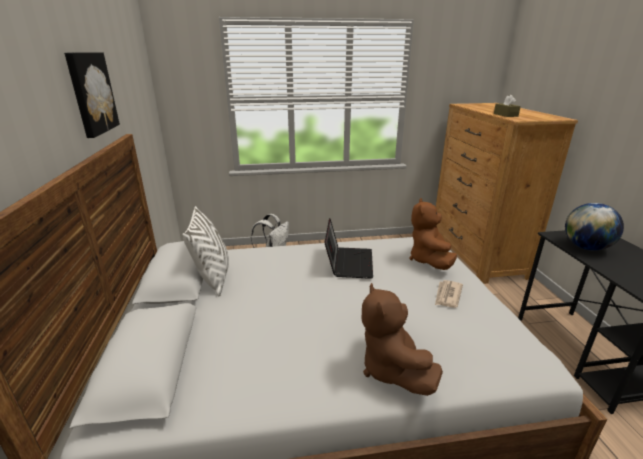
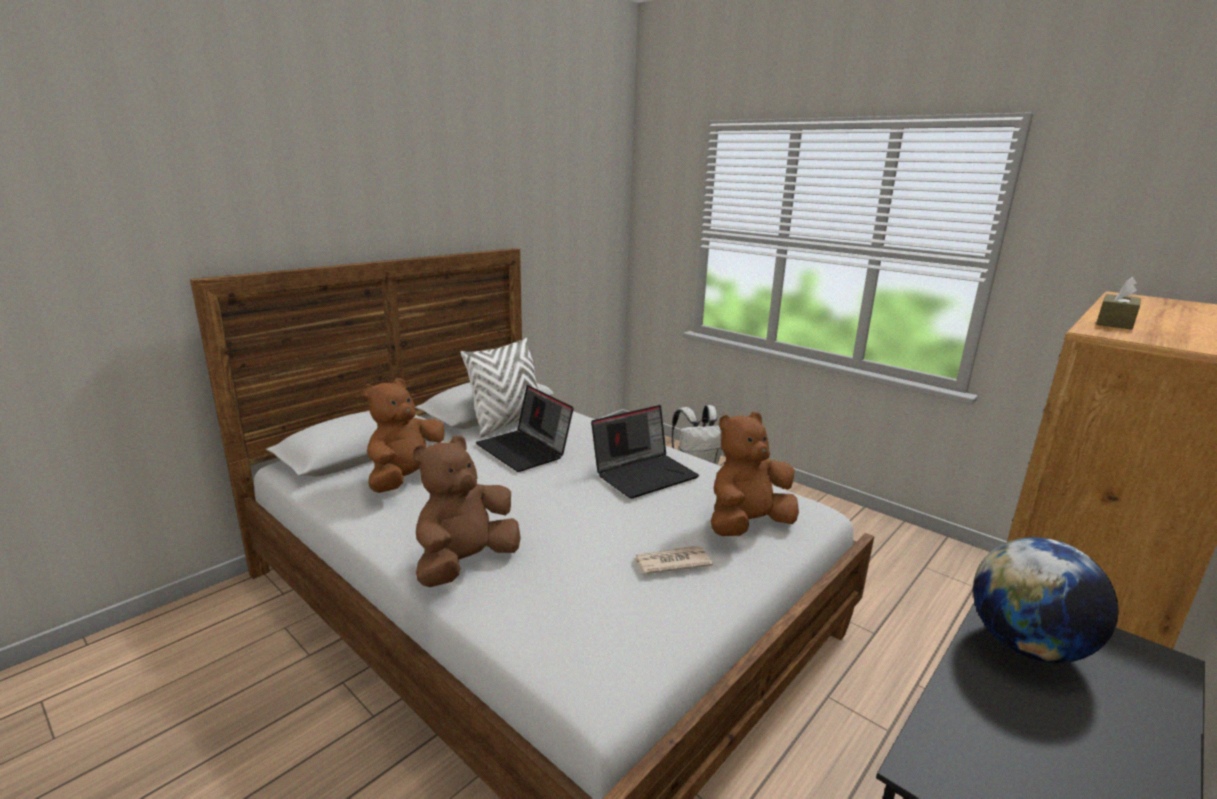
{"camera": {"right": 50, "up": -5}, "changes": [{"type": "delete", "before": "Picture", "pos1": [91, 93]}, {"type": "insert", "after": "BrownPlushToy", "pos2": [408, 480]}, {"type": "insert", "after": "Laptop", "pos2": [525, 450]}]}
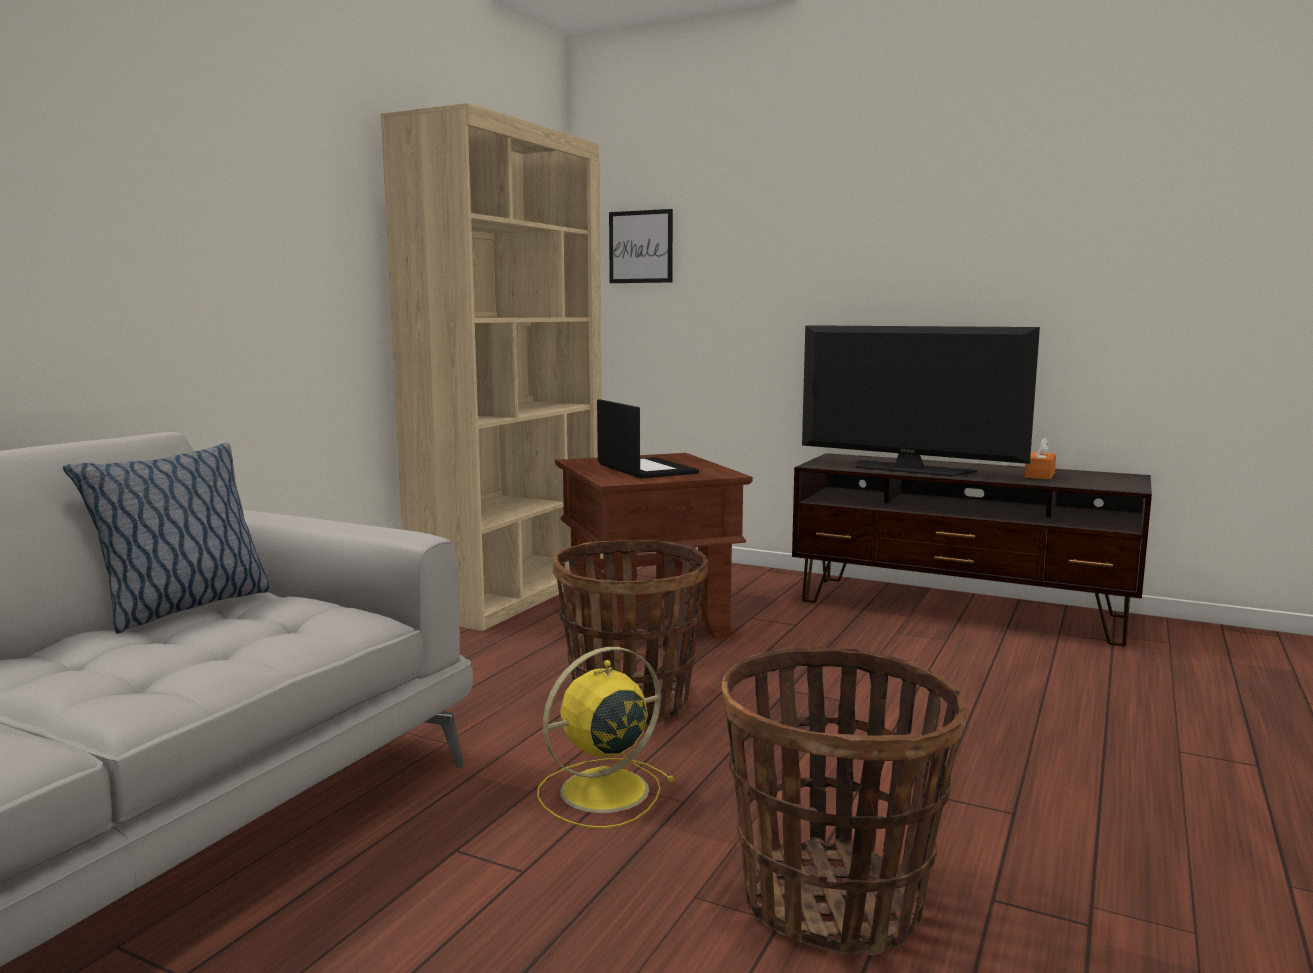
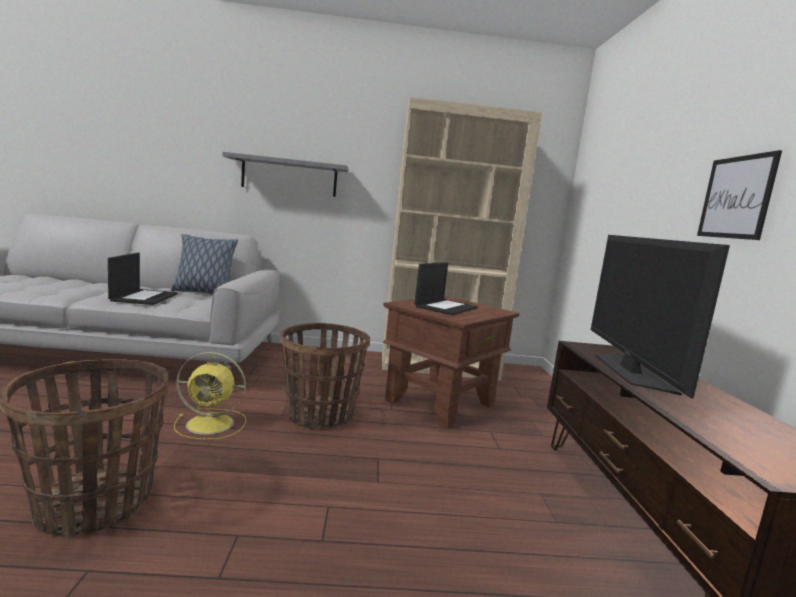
{"camera": {"right": 60, "up": 0}, "changes": [{"type": "delete", "before": "OrangeTissueBox", "pos1": [1039, 475]}, {"type": "insert", "after": "Laptop", "pos2": [144, 297]}, {"type": "insert", "after": "GreyShelf", "pos2": [289, 176]}, {"type": "move", "before": "Picture", "pos1": [641, 247], "pos2": [736, 197]}, {"type": "rotate", "before": "YellowFan", "pos1": [601, 792], "pos2": [212, 424], "turn": 150}]}
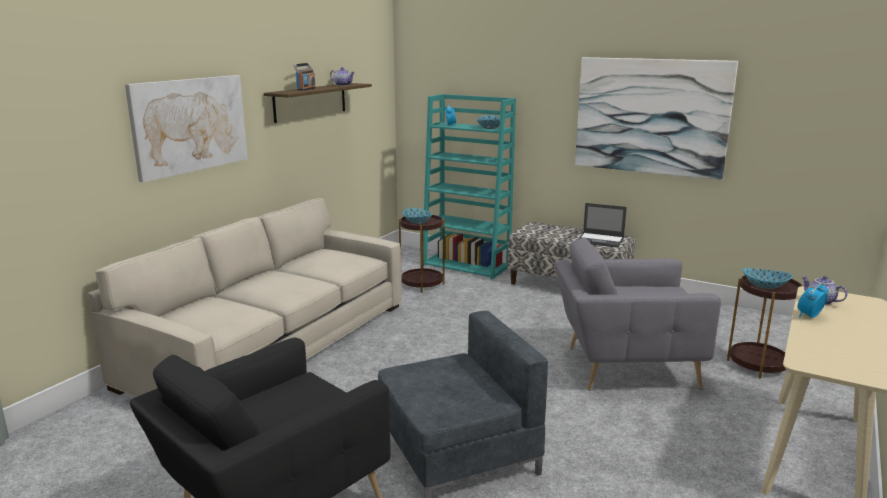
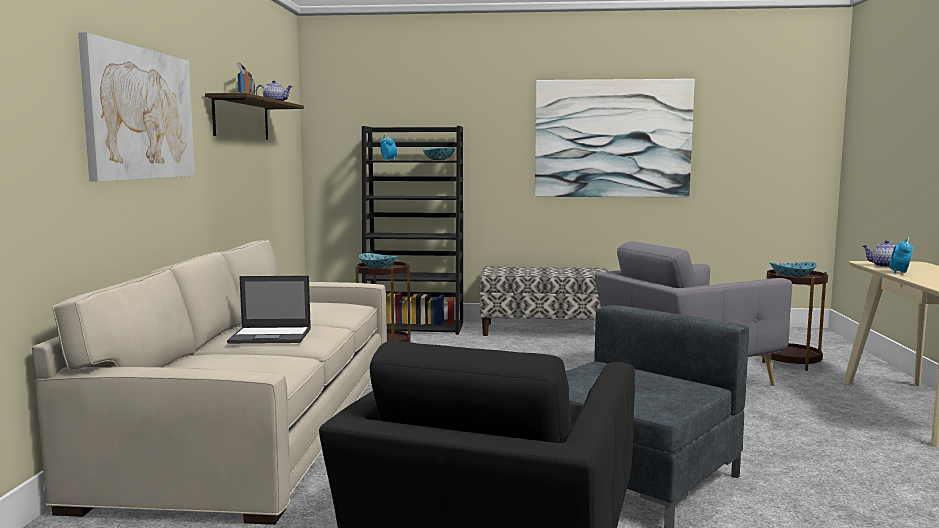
{"camera": {"right": -25, "up": -10}, "changes": [{"type": "move", "before": "Laptop", "pos1": [601, 240], "pos2": [272, 336]}, {"type": "recolor", "before": "TurquoiseBookcase", "after": "BlackBookcase", "pos1": [467, 266], "pos2": [415, 327]}]}
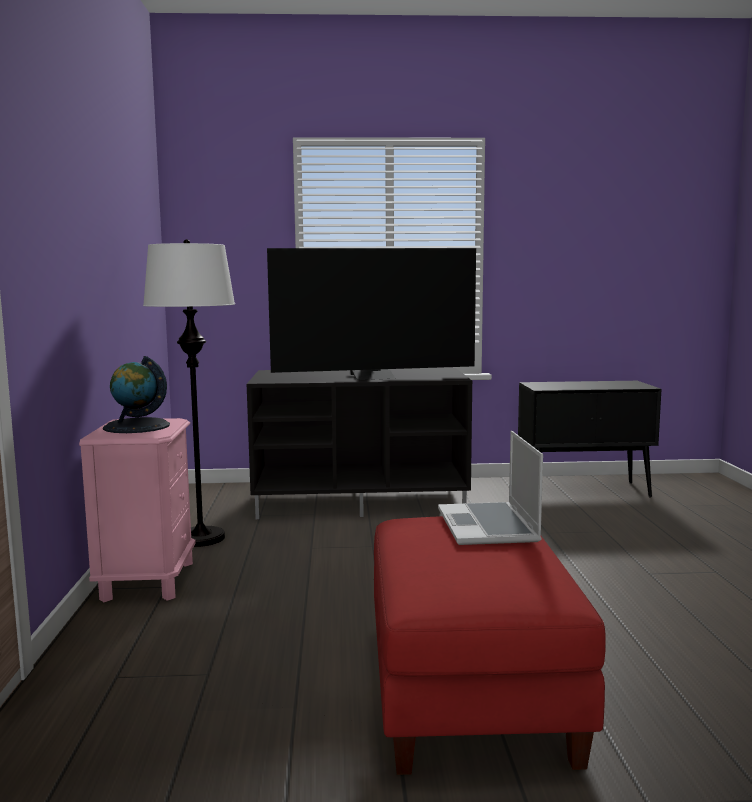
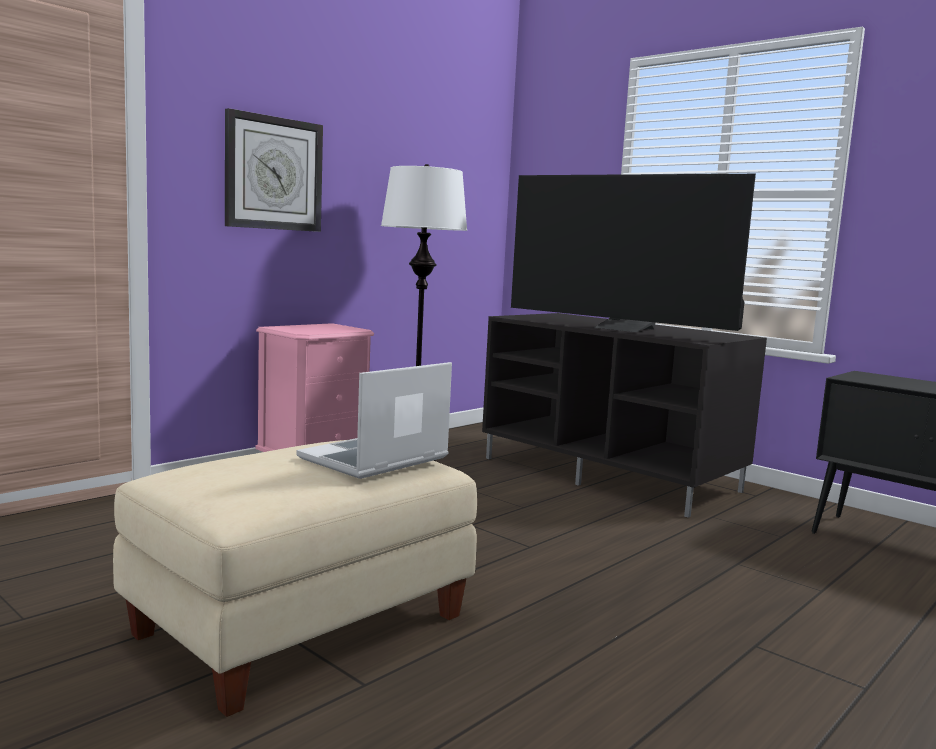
{"camera": {"right": 45, "up": 0}, "changes": [{"type": "delete", "before": "Globe", "pos1": [136, 426]}, {"type": "insert", "after": "WallClock", "pos2": [273, 173]}, {"type": "recolor", "before": "RedOttoman", "after": "BeigeOttoman", "pos1": [471, 693], "pos2": [302, 626]}]}
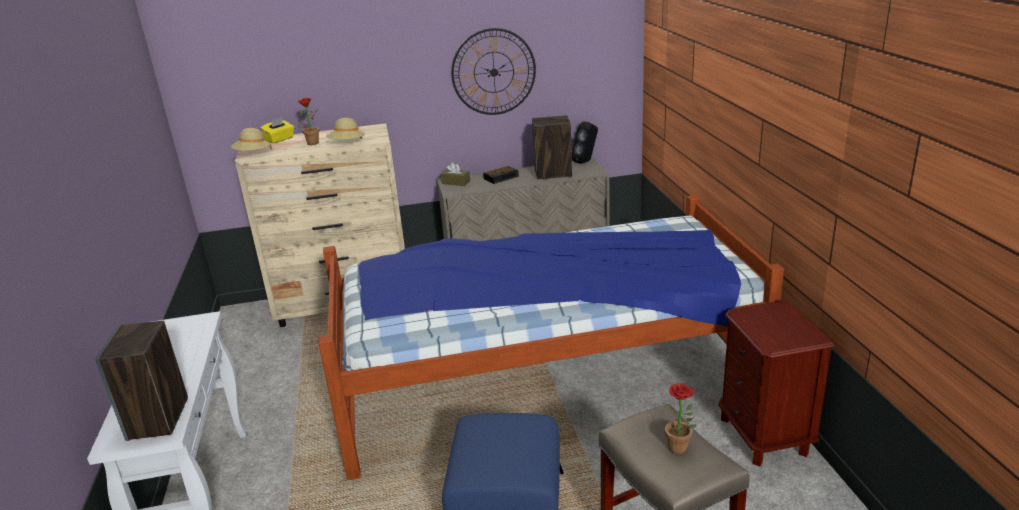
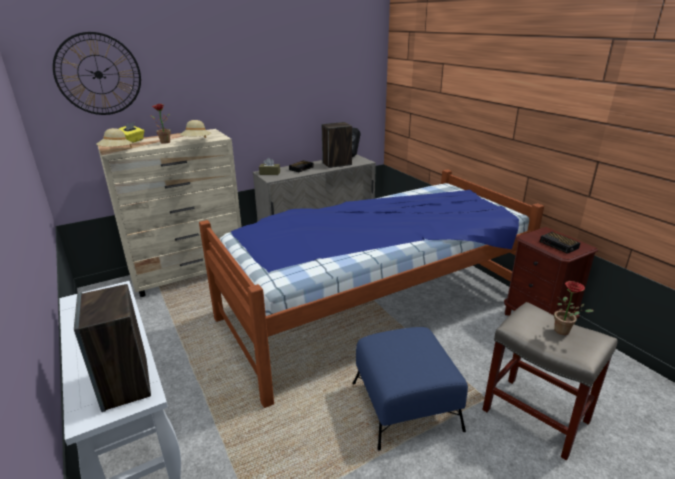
{"camera": {"right": -20, "up": 0}, "changes": [{"type": "insert", "after": "AlarmClock", "pos2": [559, 245]}, {"type": "move", "before": "WallClock", "pos1": [493, 72], "pos2": [98, 74]}]}
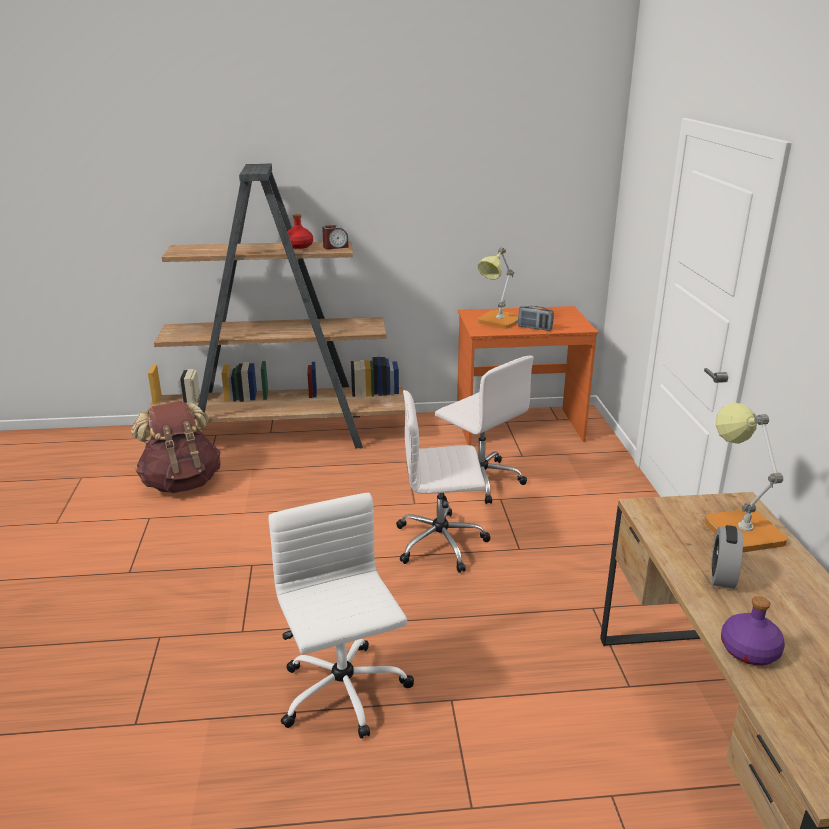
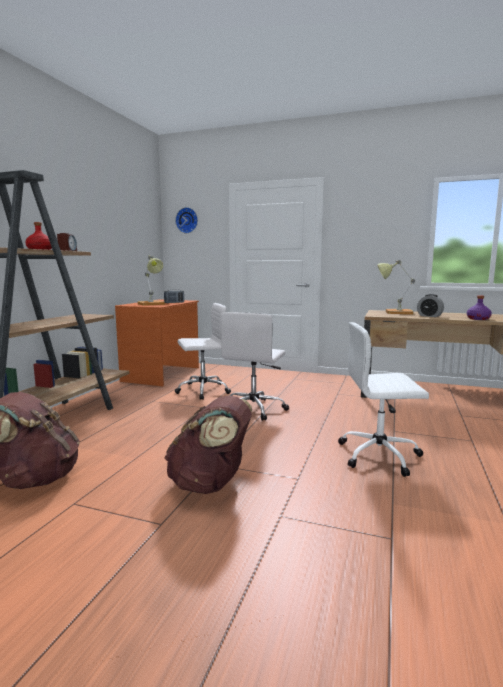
{"camera": {"right": -65, "up": -15}, "changes": [{"type": "insert", "after": "BrownBackpack", "pos2": [211, 484]}, {"type": "insert", "after": "WallClock", "pos2": [187, 220]}]}
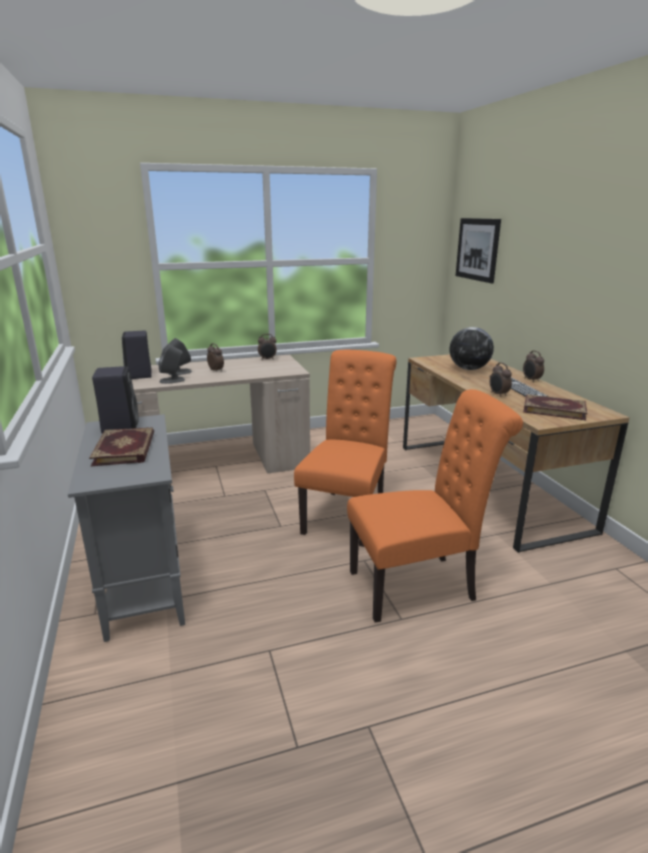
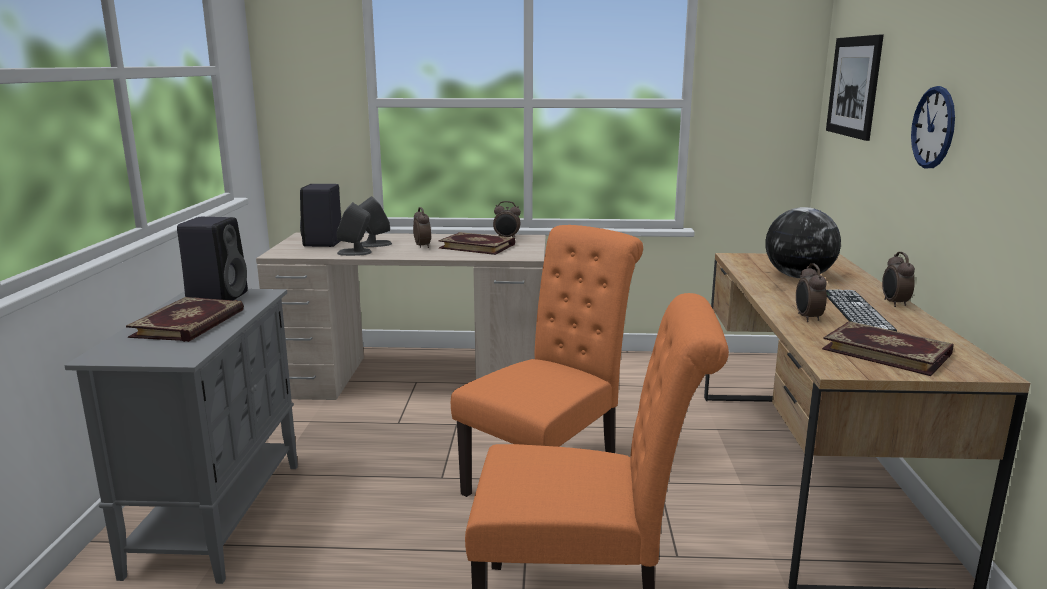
{"camera": {"right": 20, "up": -5}, "changes": [{"type": "insert", "after": "Book", "pos2": [477, 246]}, {"type": "insert", "after": "WallClock", "pos2": [933, 127]}]}
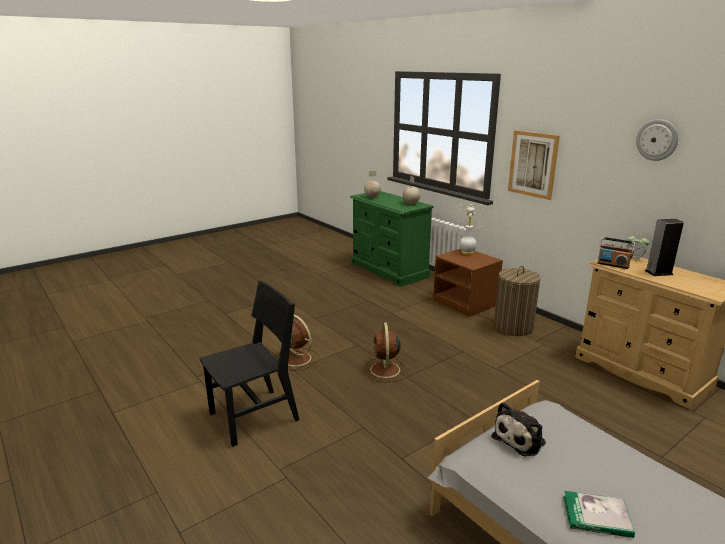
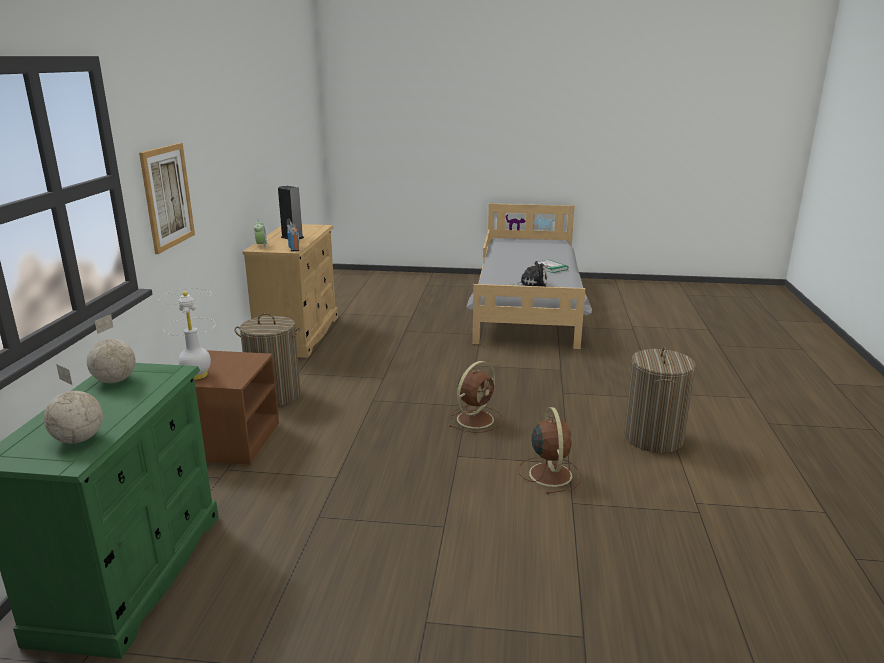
{"camera": {"right": -135, "up": 0}, "changes": [{"type": "delete", "before": "WallClock", "pos1": [657, 140]}, {"type": "replace", "before": "BlackChair", "after": "LaundryBasket", "pos1": [254, 417], "pos2": [653, 438]}]}
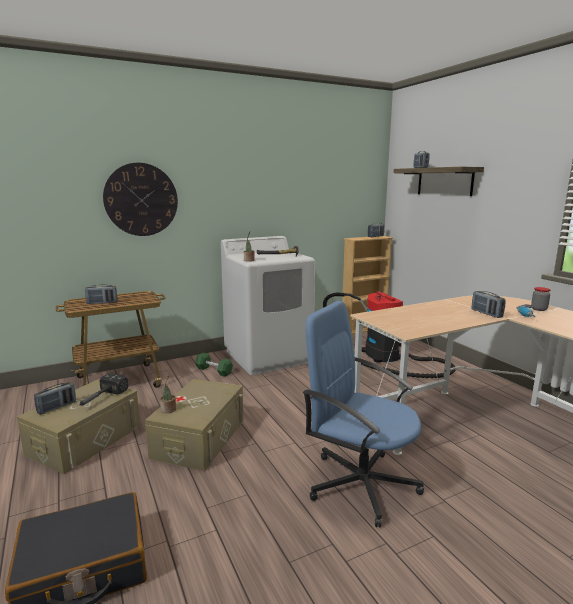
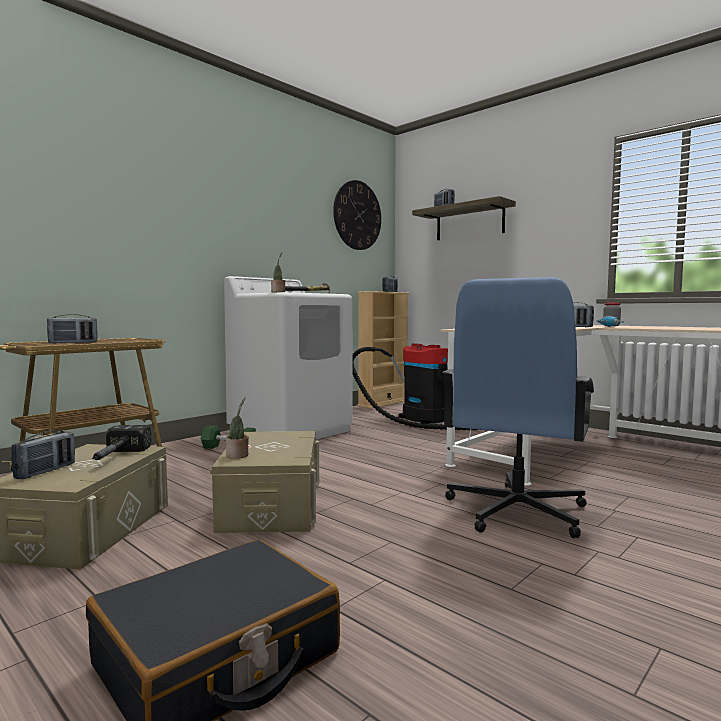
{"camera": {"right": -20, "up": -10}, "changes": [{"type": "move", "before": "WallClock", "pos1": [141, 199], "pos2": [357, 215]}, {"type": "rotate", "before": "BlueOfficeChair", "pos1": [360, 483], "pos2": [515, 511], "turn": -75}]}
